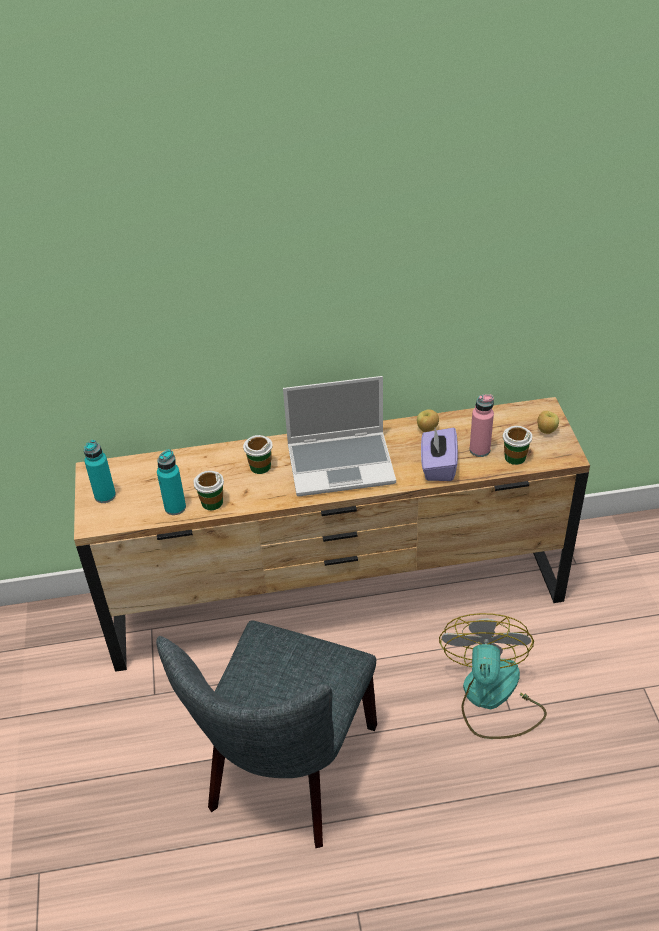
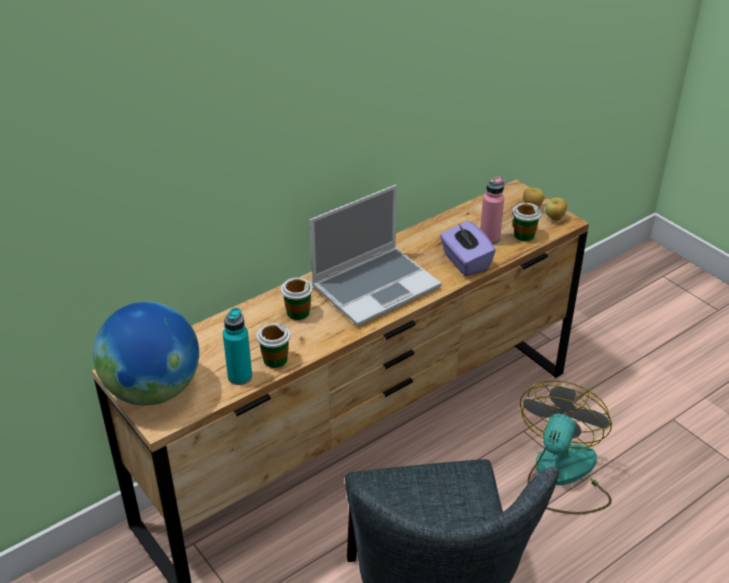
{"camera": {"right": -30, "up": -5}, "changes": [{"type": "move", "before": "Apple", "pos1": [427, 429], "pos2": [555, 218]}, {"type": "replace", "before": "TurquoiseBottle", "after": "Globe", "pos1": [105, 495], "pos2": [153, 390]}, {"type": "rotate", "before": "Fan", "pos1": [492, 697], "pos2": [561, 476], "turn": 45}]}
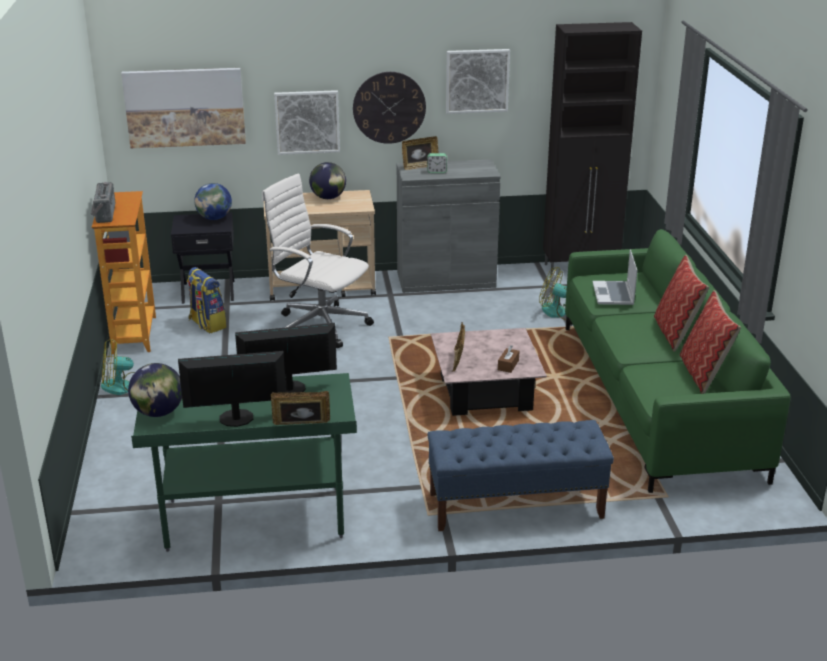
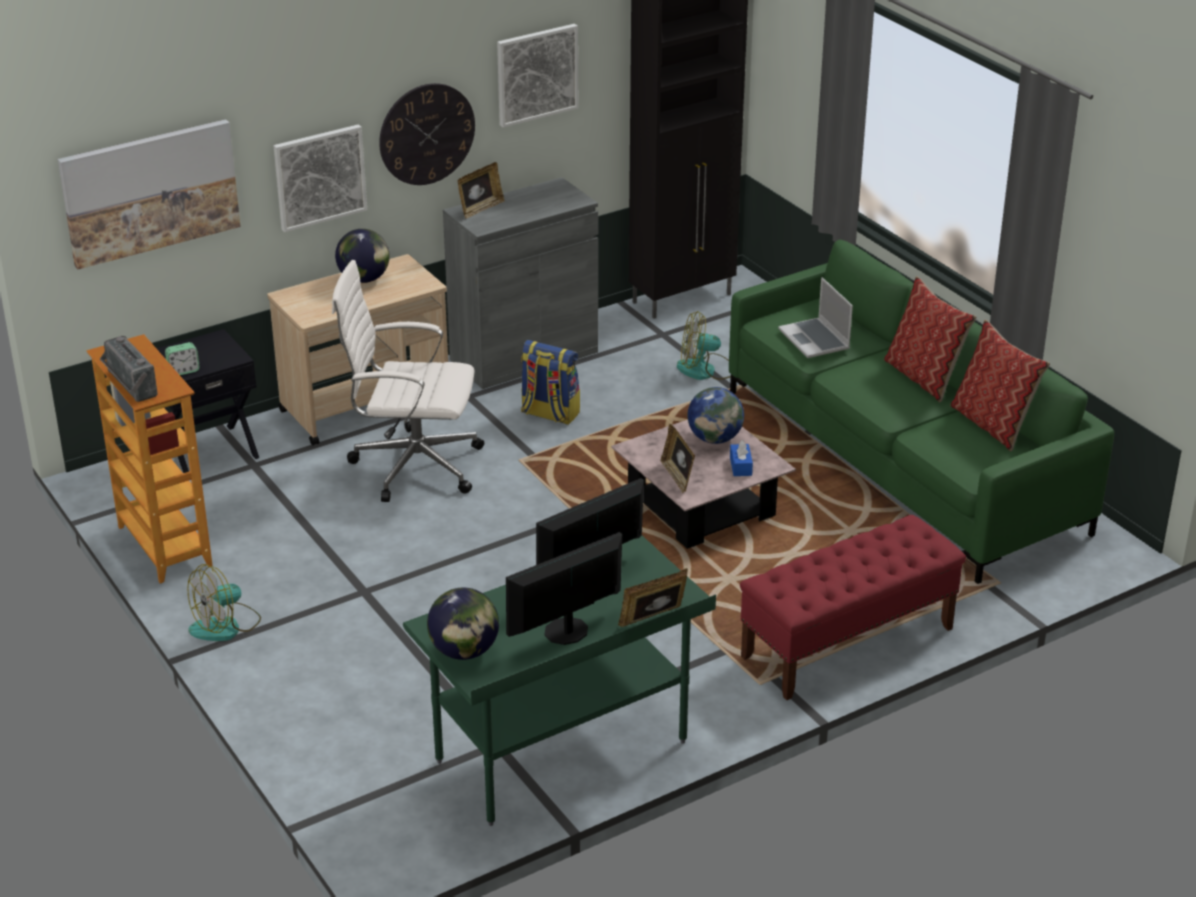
{"camera": {"right": -25, "up": 5}, "changes": [{"type": "move", "before": "Backpack", "pos1": [207, 324], "pos2": [549, 414]}, {"type": "move", "before": "Globe", "pos1": [214, 218], "pos2": [715, 439]}, {"type": "move", "before": "AlarmClock", "pos1": [437, 171], "pos2": [183, 371]}, {"type": "recolor", "before": "BlueBench", "after": "RedBench", "pos1": [515, 506], "pos2": [847, 643]}, {"type": "recolor", "before": "BrownTissueBox", "after": "BlueTissueBox", "pos1": [508, 365], "pos2": [740, 466]}]}
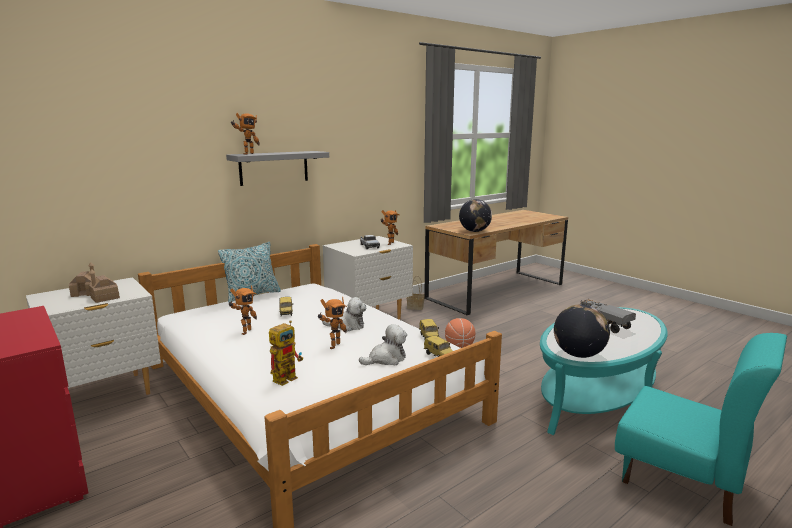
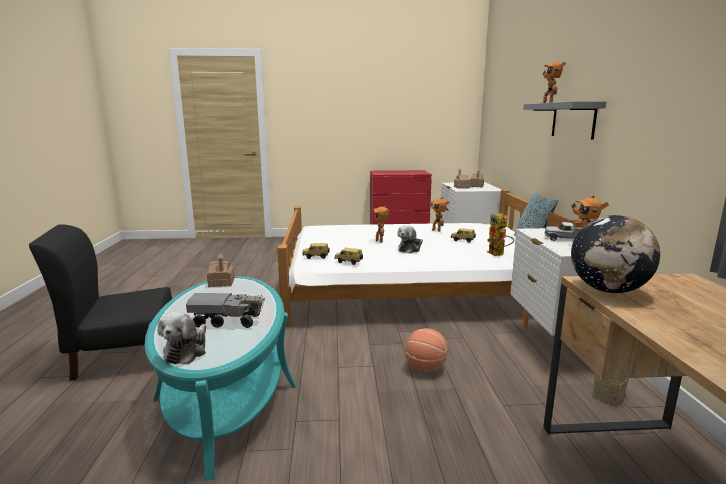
{"camera": {"right": 125, "up": 0}, "changes": [{"type": "move", "before": "ToyRobot", "pos1": [287, 377], "pos2": [498, 254]}, {"type": "move", "before": "PlushToy", "pos1": [386, 359], "pos2": [187, 351]}, {"type": "replace", "before": "Globe", "after": "ToyHouse", "pos1": [578, 354], "pos2": [221, 282]}, {"type": "recolor", "before": "TurquoiseChair", "after": "BlackChair", "pos1": [682, 480], "pos2": [122, 356]}]}
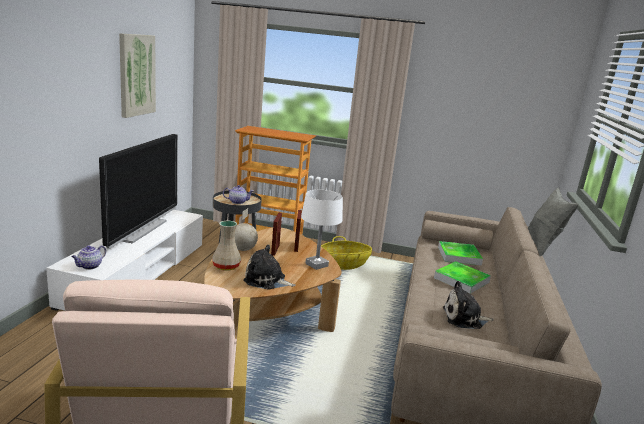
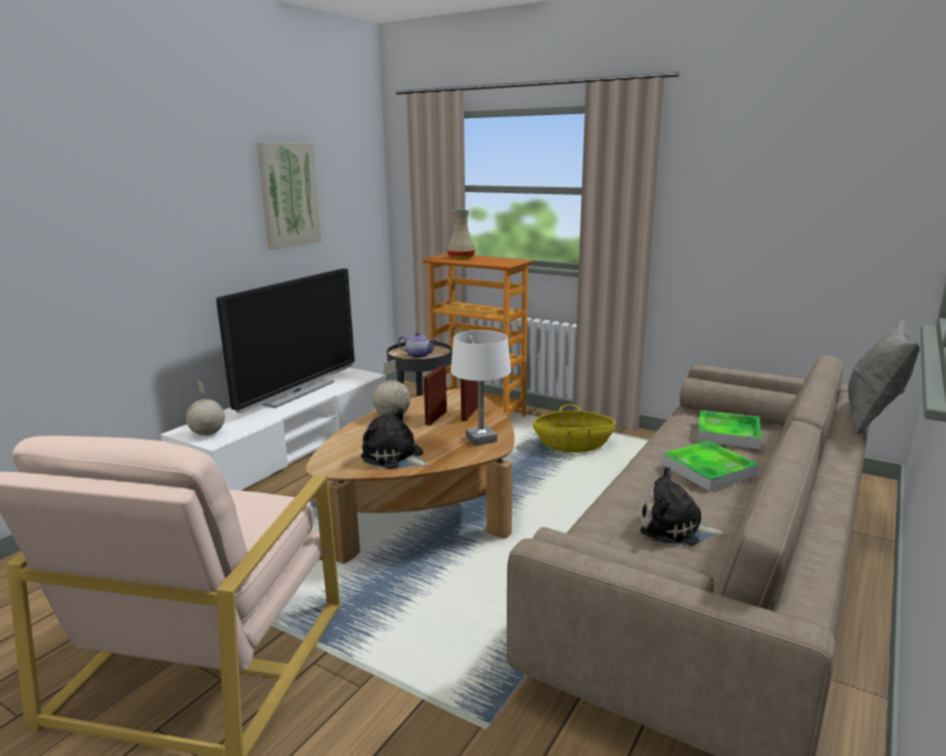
{"camera": {"right": 20, "up": 0}, "changes": [{"type": "move", "before": "BeigeVase", "pos1": [227, 267], "pos2": [461, 257]}, {"type": "replace", "before": "Teapot", "after": "Globe", "pos1": [89, 266], "pos2": [207, 434]}]}
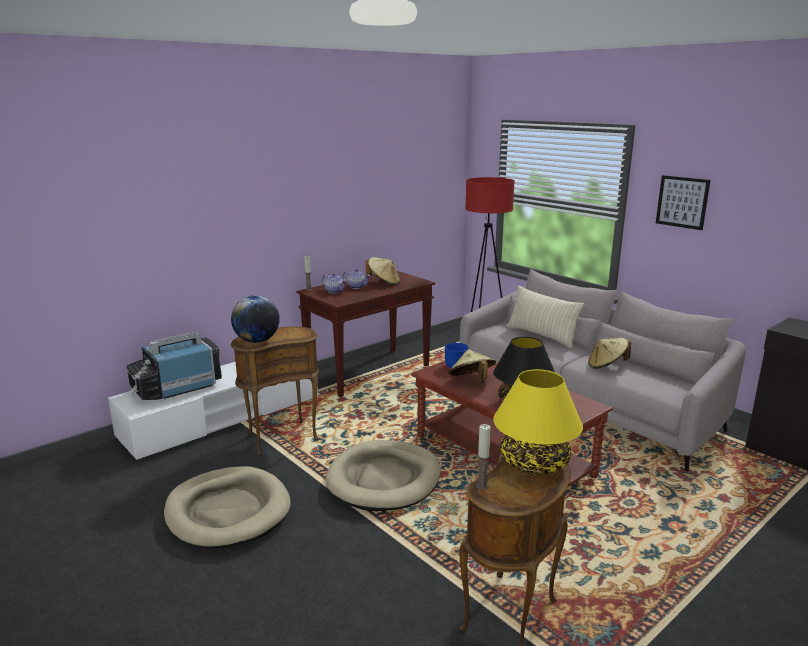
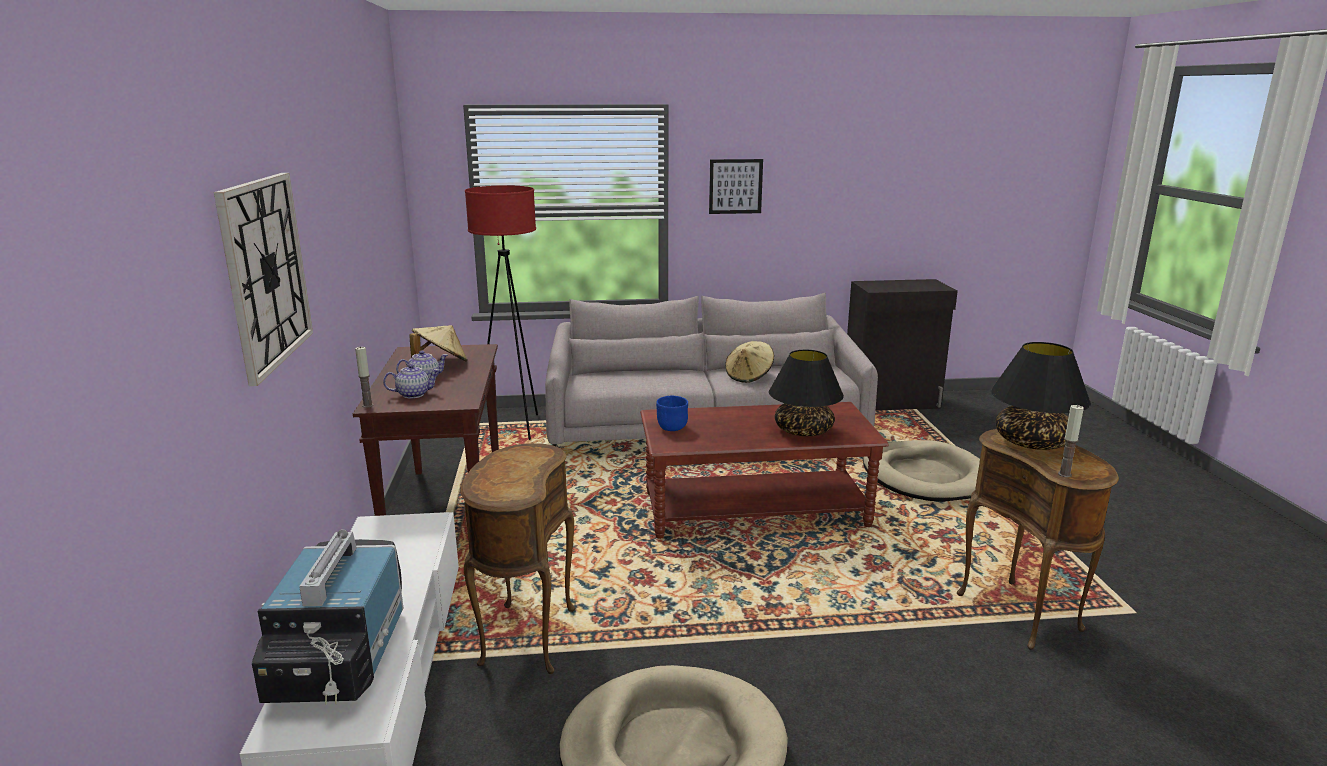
{"camera": {"right": -55, "up": 0}, "changes": [{"type": "delete", "before": "Globe", "pos1": [257, 341]}, {"type": "delete", "before": "BeigeHat", "pos1": [471, 381]}, {"type": "delete", "before": "BeigePillow", "pos1": [541, 336]}, {"type": "insert", "after": "WallClock", "pos2": [266, 272]}, {"type": "move", "before": "BeigeDogBed", "pos1": [384, 479], "pos2": [925, 476]}, {"type": "recolor", "before": "YellowTableLamp", "after": "BlackTableLamp", "pos1": [535, 463], "pos2": [1032, 442]}]}
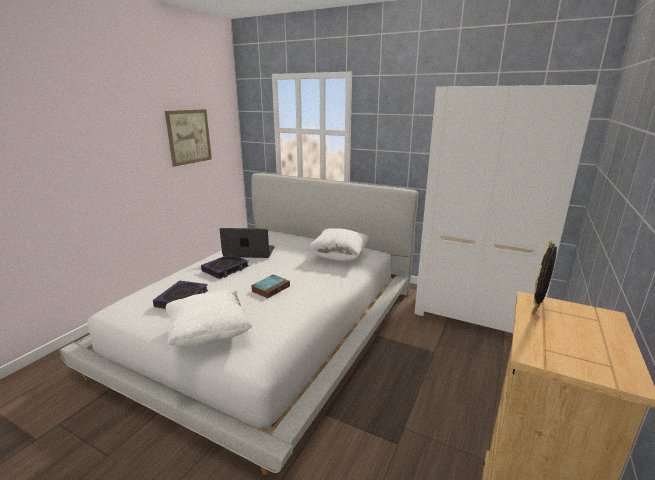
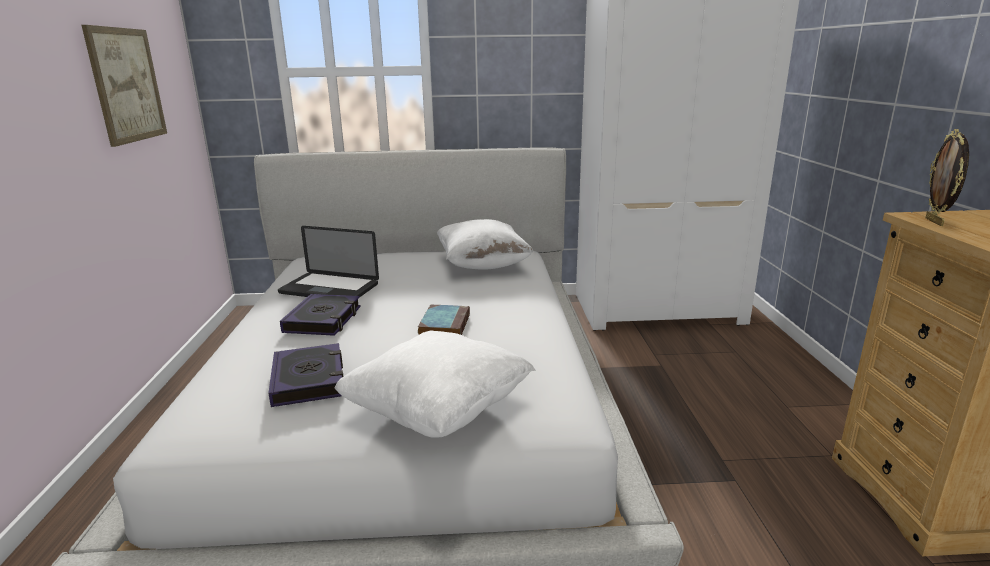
{"camera": {"right": -30, "up": 0}, "changes": [{"type": "rotate", "before": "Laptop", "pos1": [249, 252], "pos2": [329, 289], "turn": -135}]}
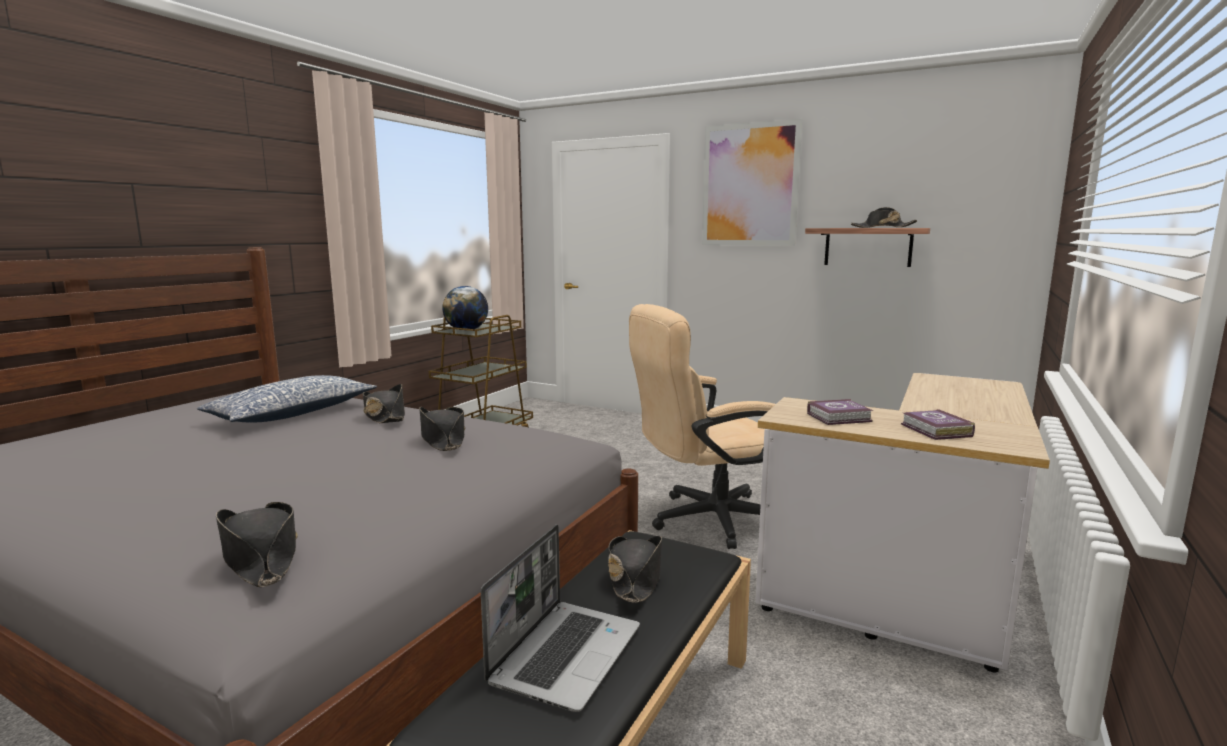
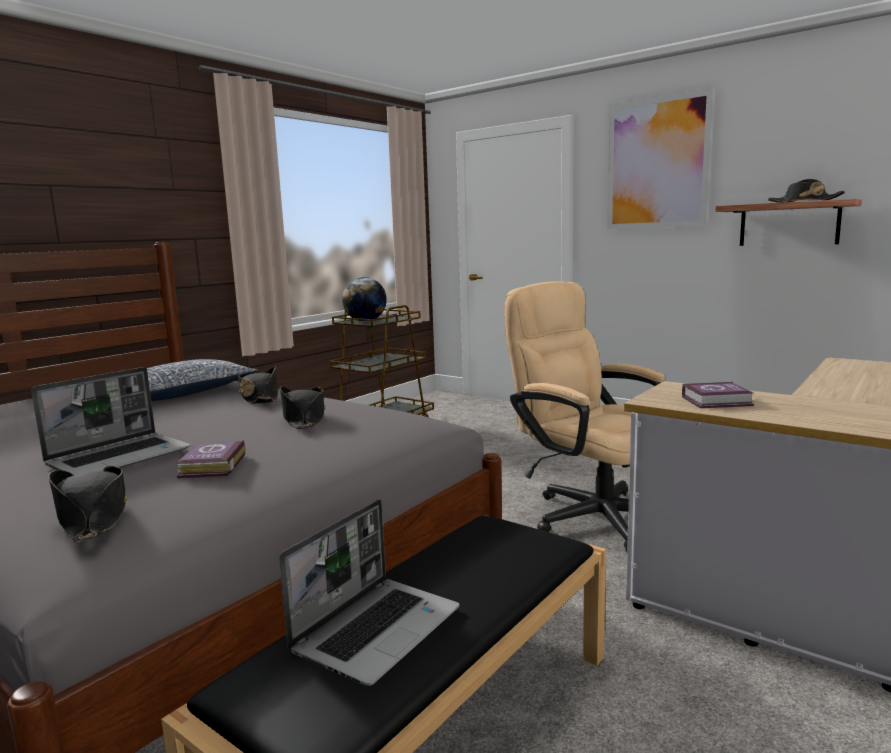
{"camera": {"right": 10, "up": 0}, "changes": [{"type": "delete", "before": "BlackHat", "pos1": [635, 577]}, {"type": "insert", "after": "Laptop", "pos2": [120, 457]}, {"type": "move", "before": "Book", "pos1": [936, 431], "pos2": [211, 466]}, {"type": "rotate", "before": "BeigeOfficeChair", "pos1": [705, 520], "pos2": [590, 513], "turn": 60}]}
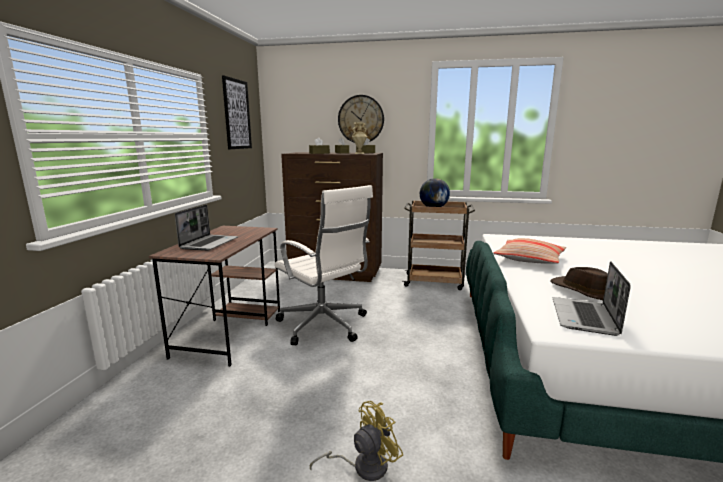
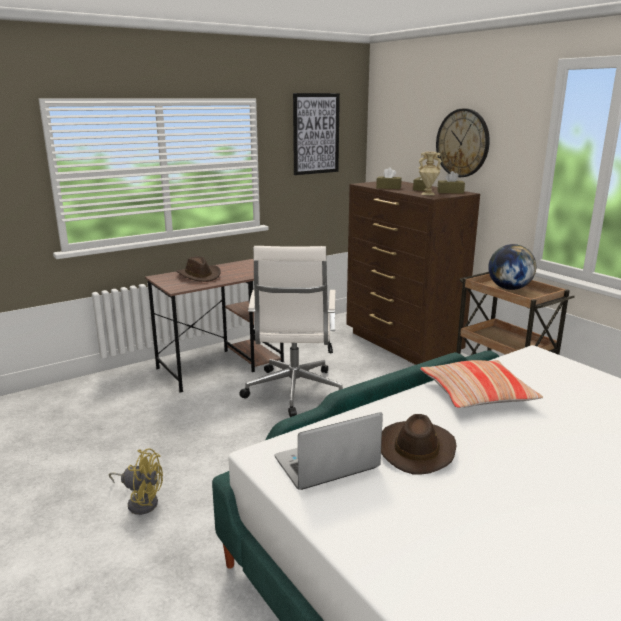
{"camera": {"right": 45, "up": 5}, "changes": [{"type": "replace", "before": "Laptop", "after": "BrownHat", "pos1": [209, 243], "pos2": [199, 276]}]}
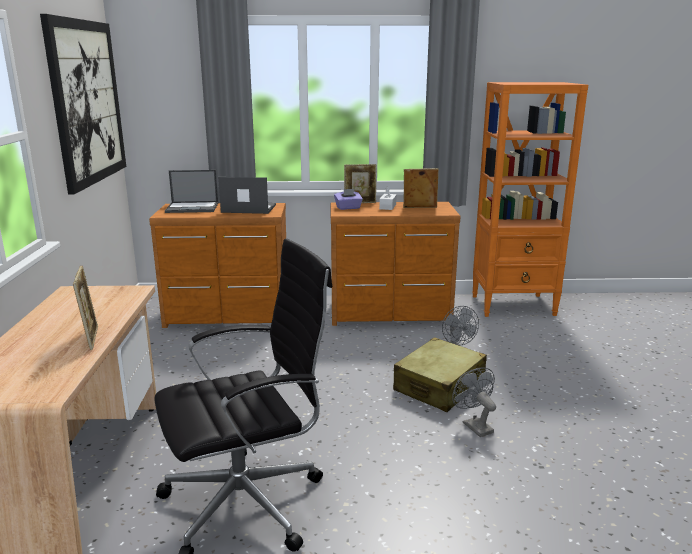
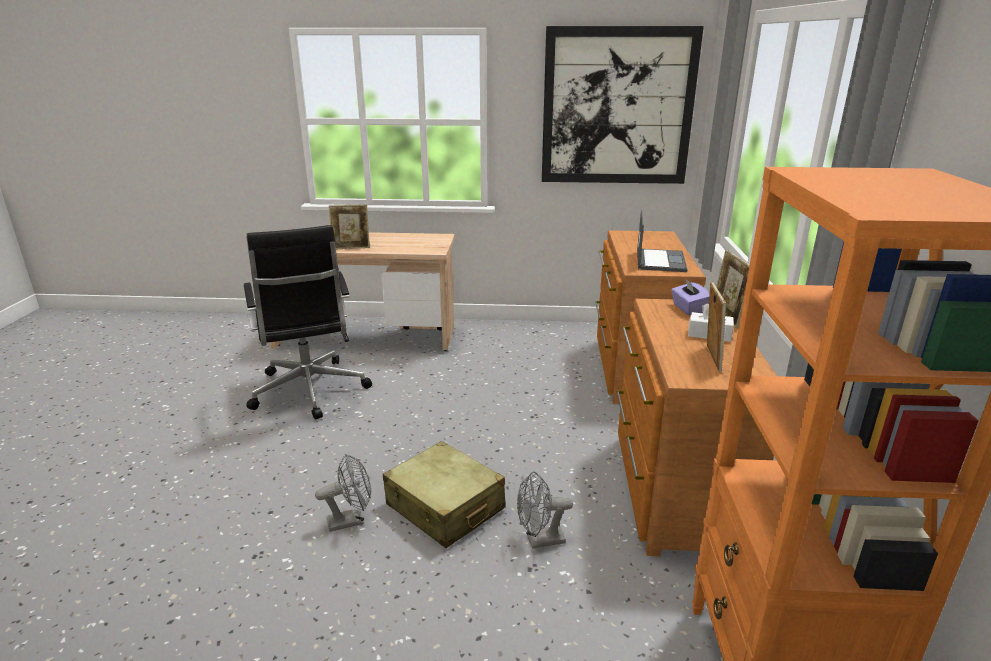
{"camera": {"right": 95, "up": 5}, "changes": [{"type": "delete", "before": "Laptop", "pos1": [193, 208]}]}
